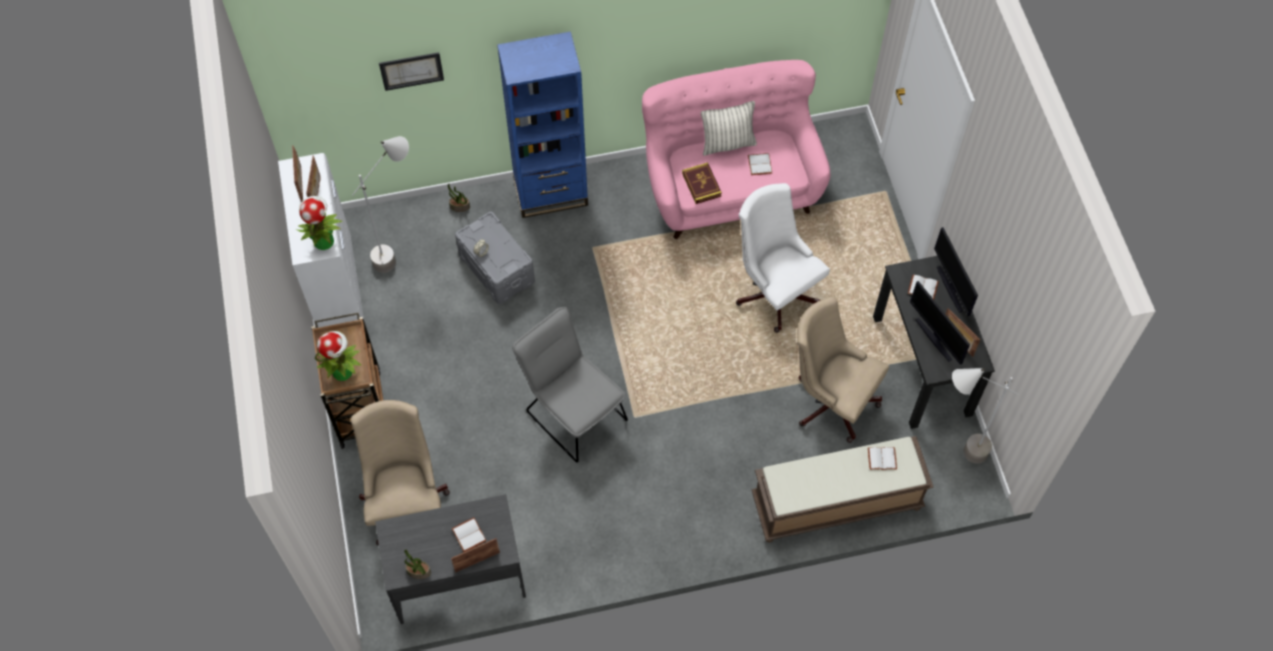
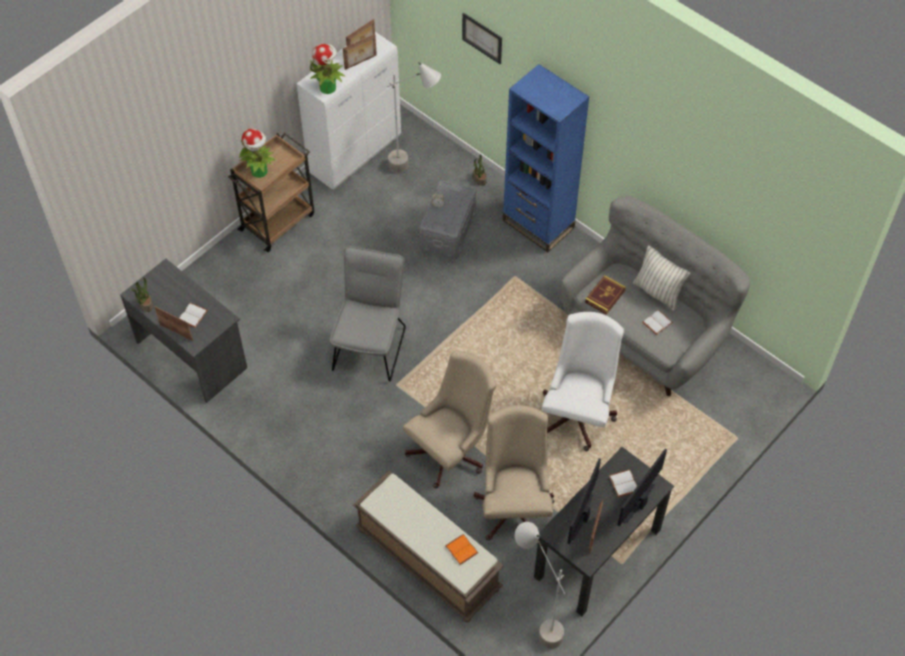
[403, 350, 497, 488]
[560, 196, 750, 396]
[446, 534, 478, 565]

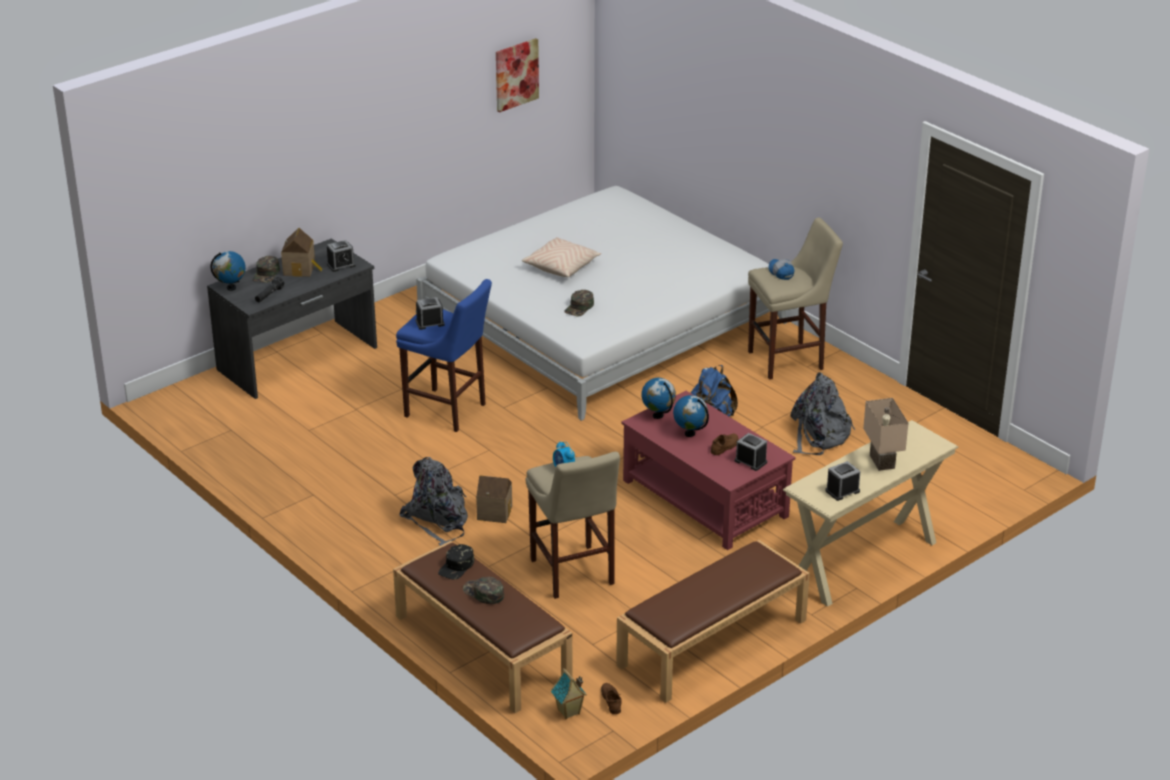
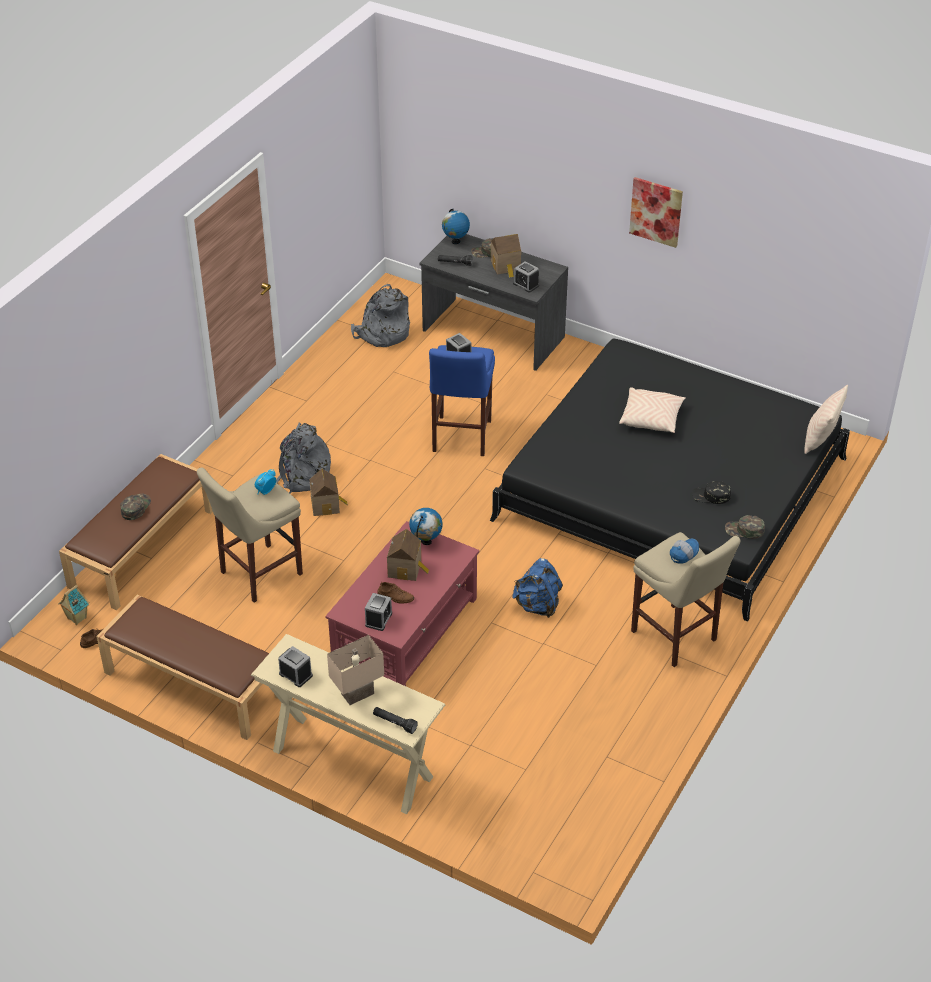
[490, 339, 850, 622]
[692, 481, 731, 504]
[629, 177, 683, 248]
[725, 515, 765, 539]
[387, 528, 429, 581]
[351, 284, 410, 347]
[373, 707, 418, 734]
[804, 385, 848, 454]

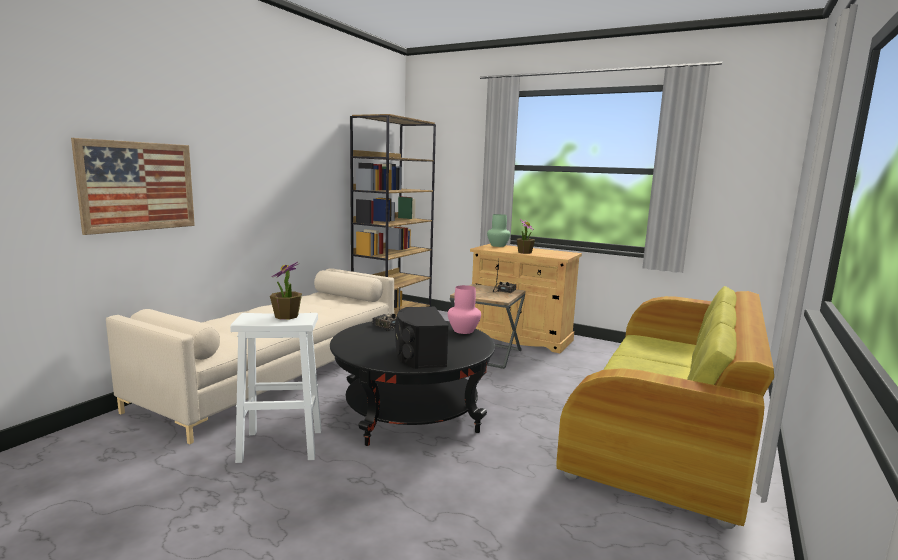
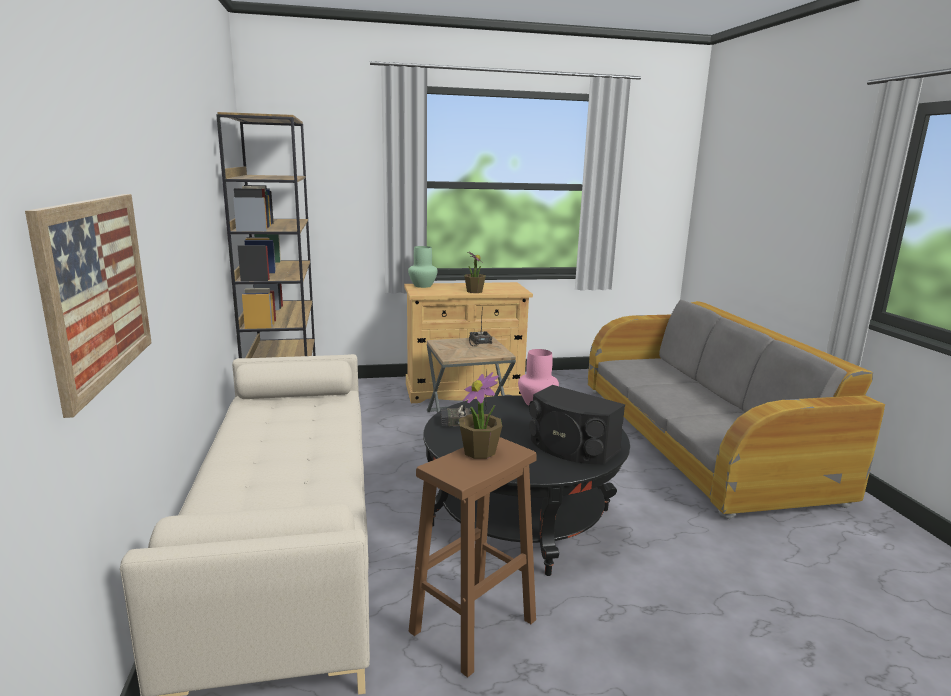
[409, 437, 537, 678]
[588, 300, 885, 519]

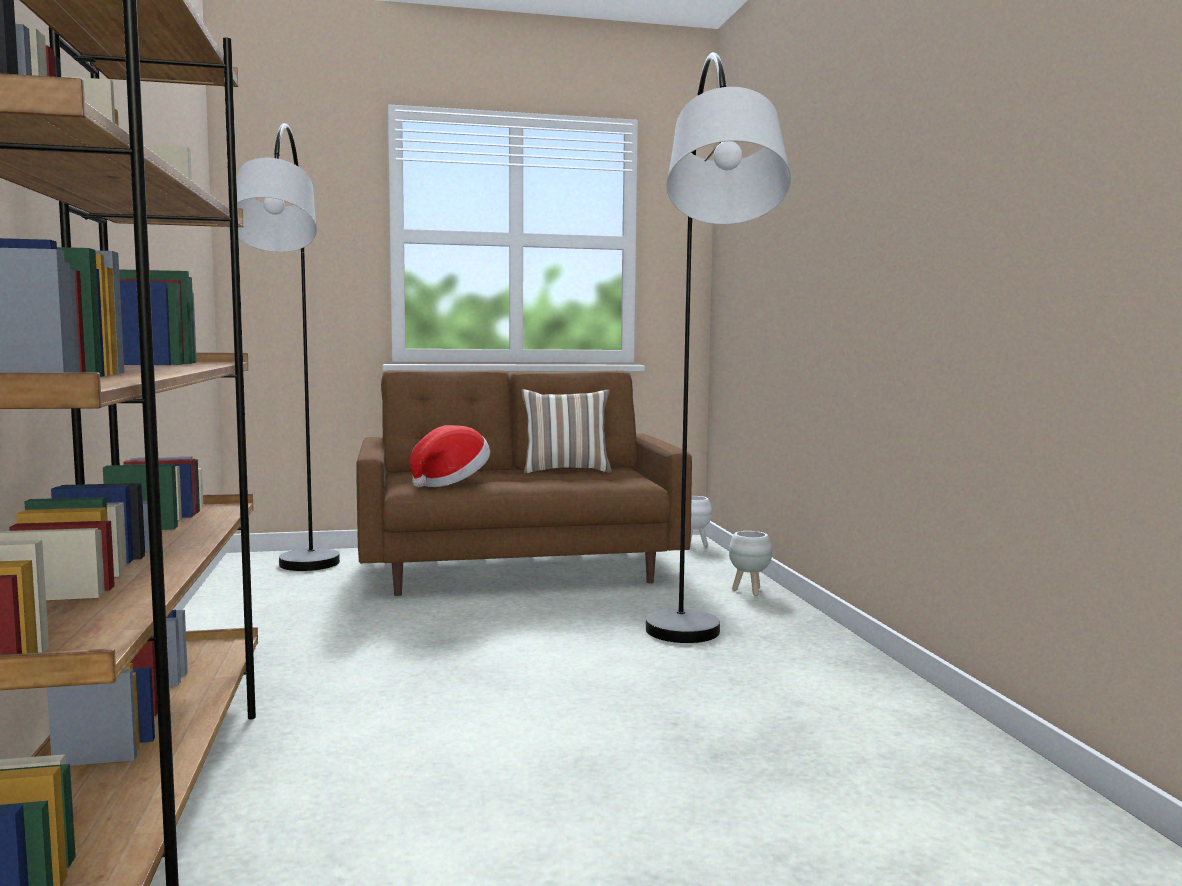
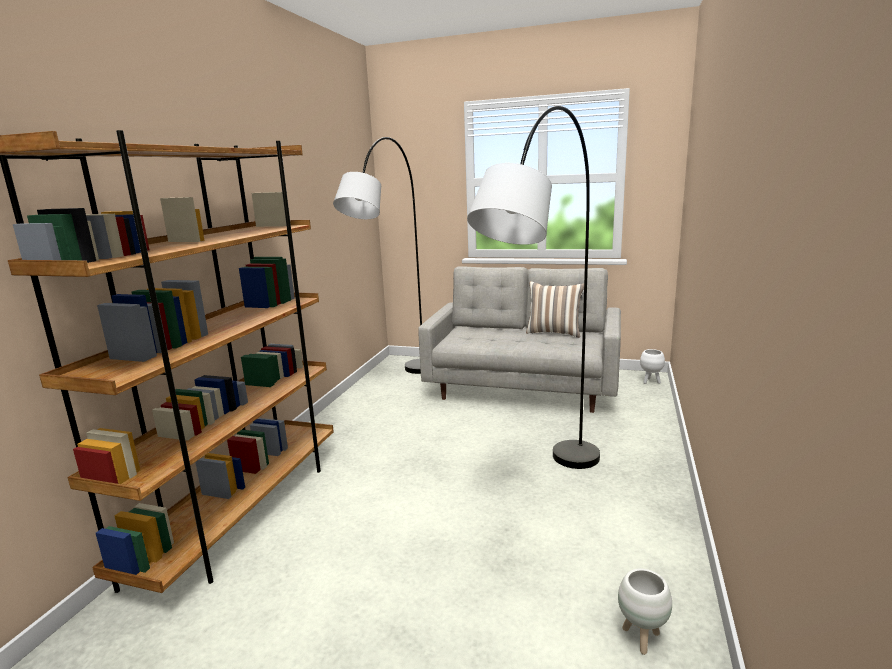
[418, 266, 621, 413]
[410, 425, 490, 487] (first image)
[618, 569, 672, 655]

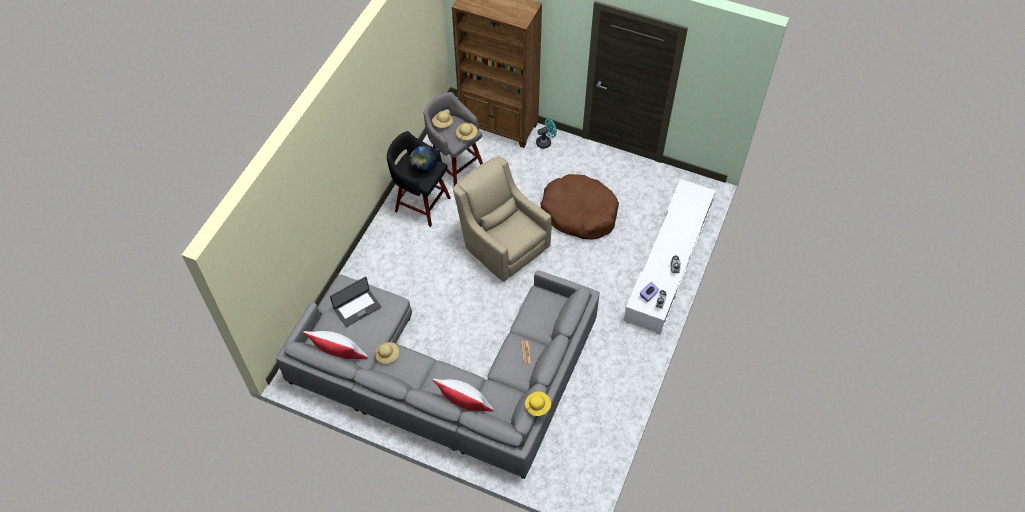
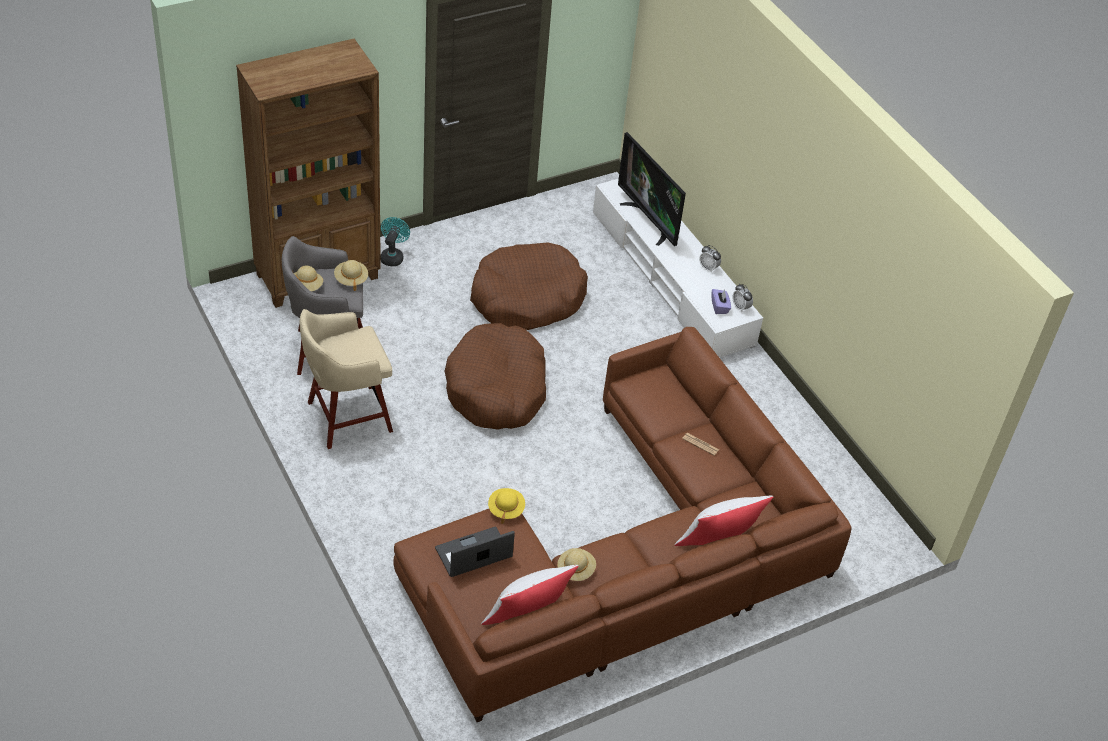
[393, 327, 852, 722]
[435, 527, 515, 577]
[300, 309, 393, 449]
[410, 145, 438, 173] (first image)
[444, 323, 546, 430]
[488, 488, 525, 524]
[618, 132, 686, 246]

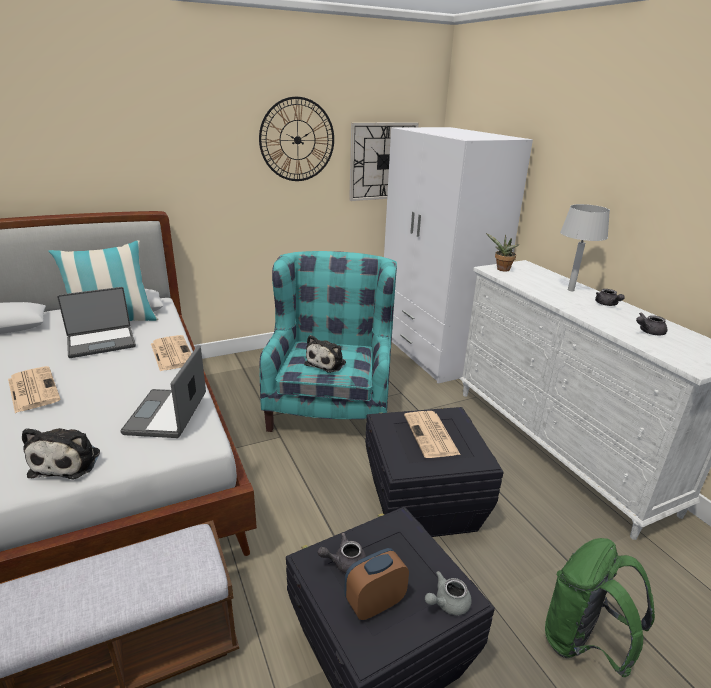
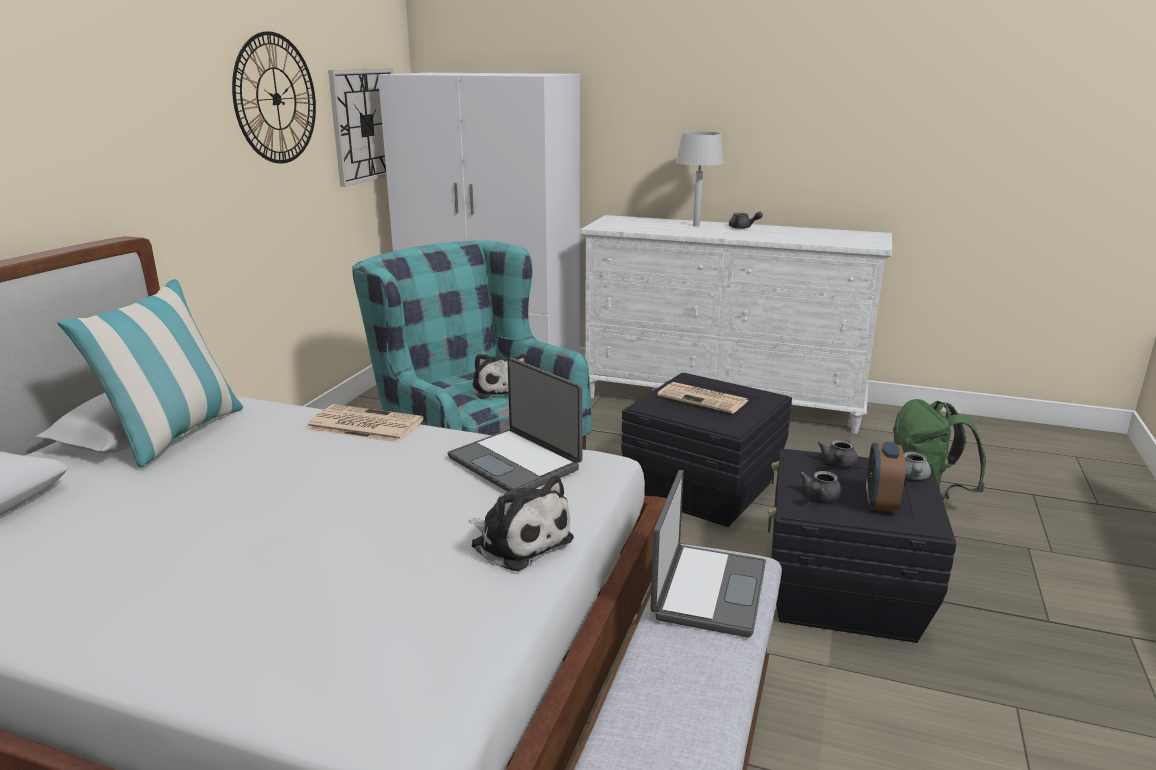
[8, 366, 61, 413] (first image)
[651, 470, 766, 638]
[486, 233, 520, 272] (first image)
[818, 440, 858, 467]

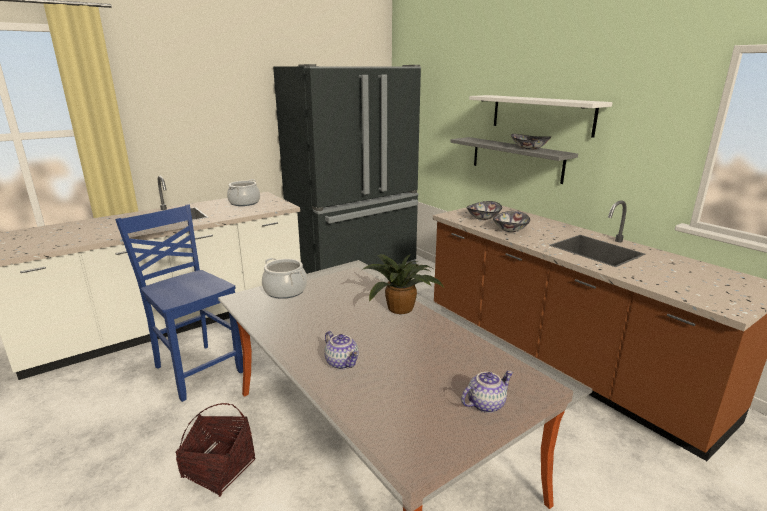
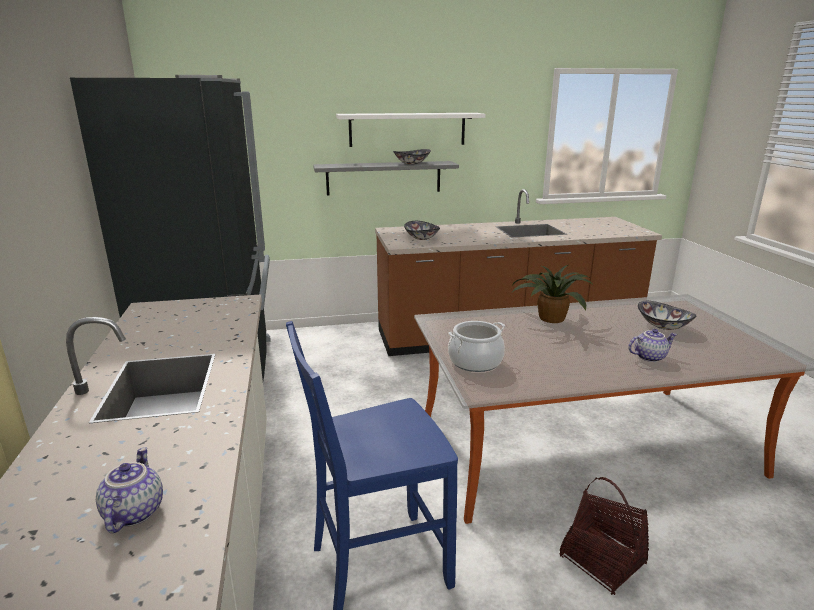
[227, 179, 260, 206] (first image)
[96, 447, 163, 533]
[638, 301, 696, 330]

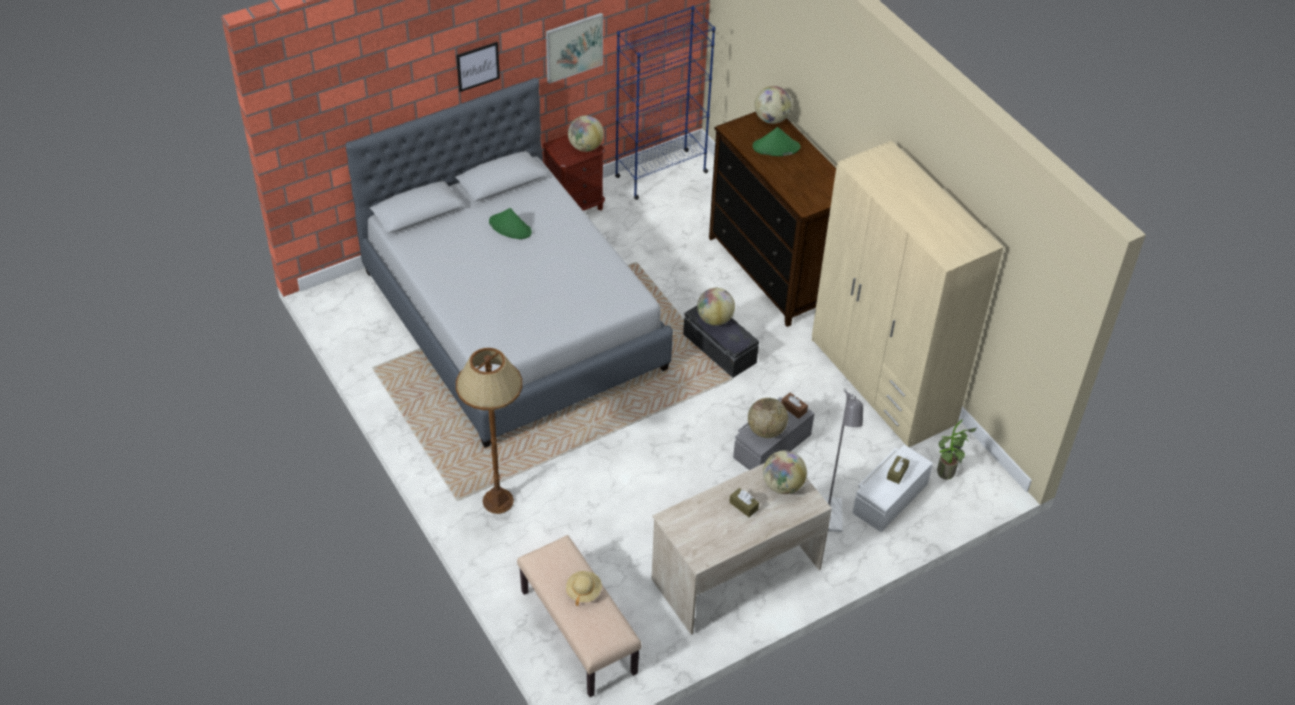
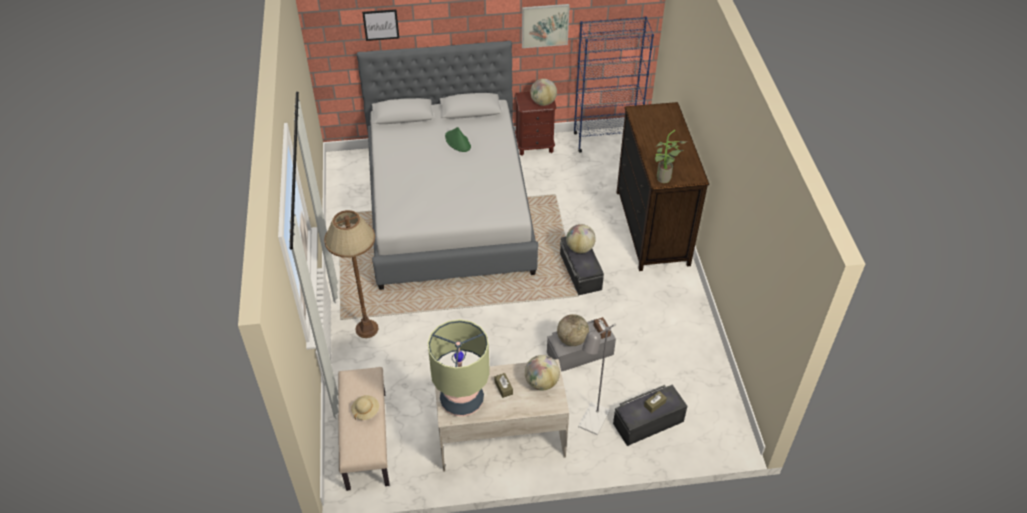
[362, 9, 399, 41]
[753, 127, 800, 156] (first image)
[754, 86, 792, 124] (first image)
[812, 141, 1003, 447] (first image)
[613, 385, 687, 446]
[655, 130, 687, 183]
[428, 319, 490, 416]

